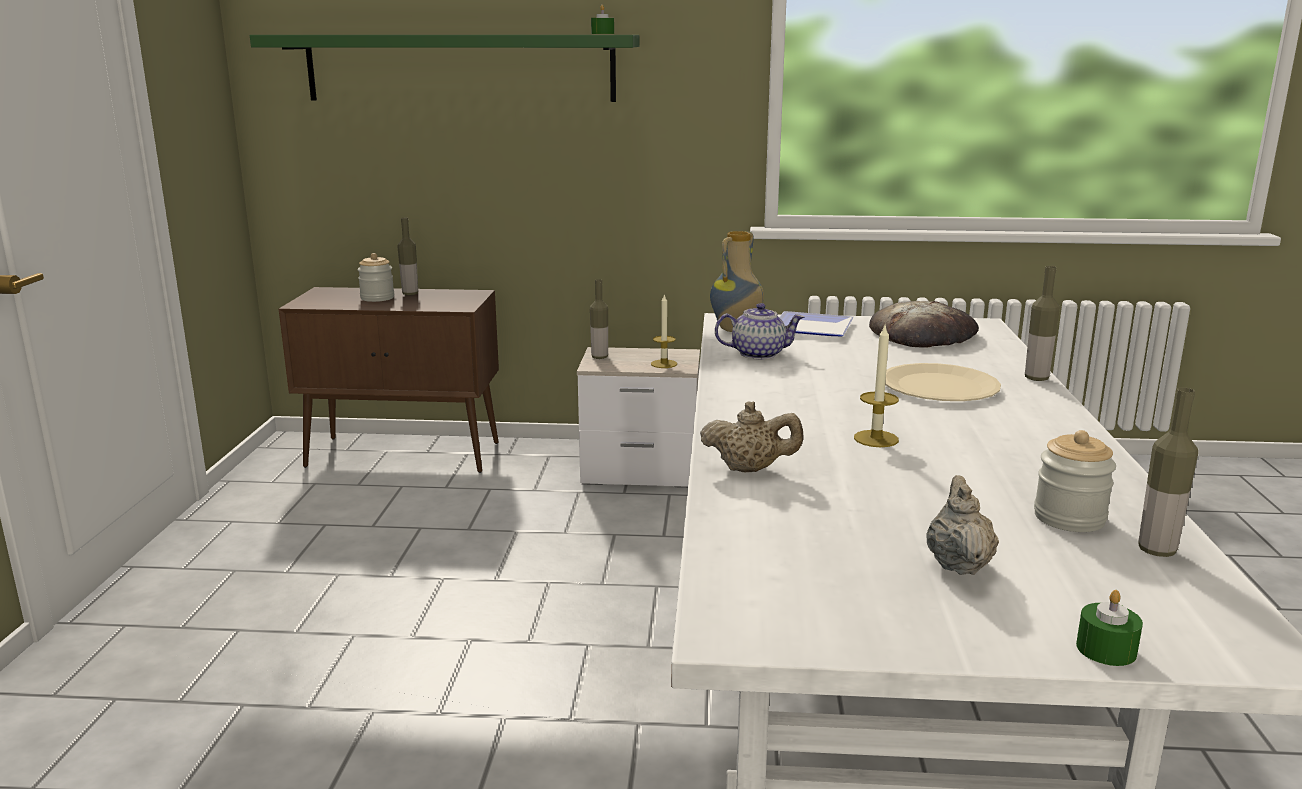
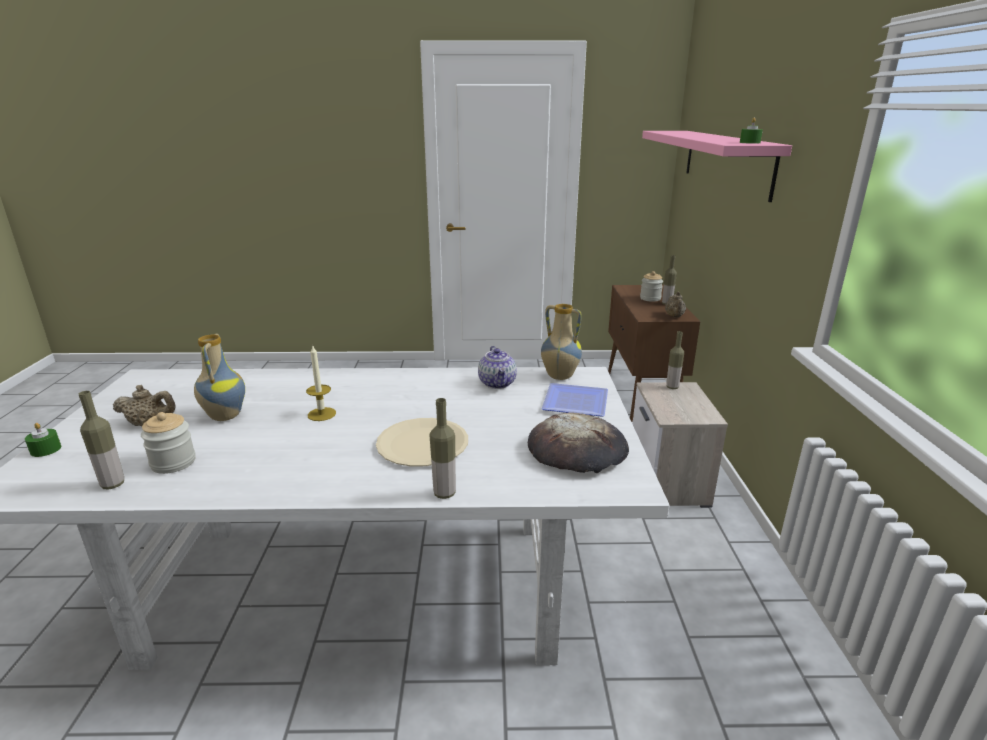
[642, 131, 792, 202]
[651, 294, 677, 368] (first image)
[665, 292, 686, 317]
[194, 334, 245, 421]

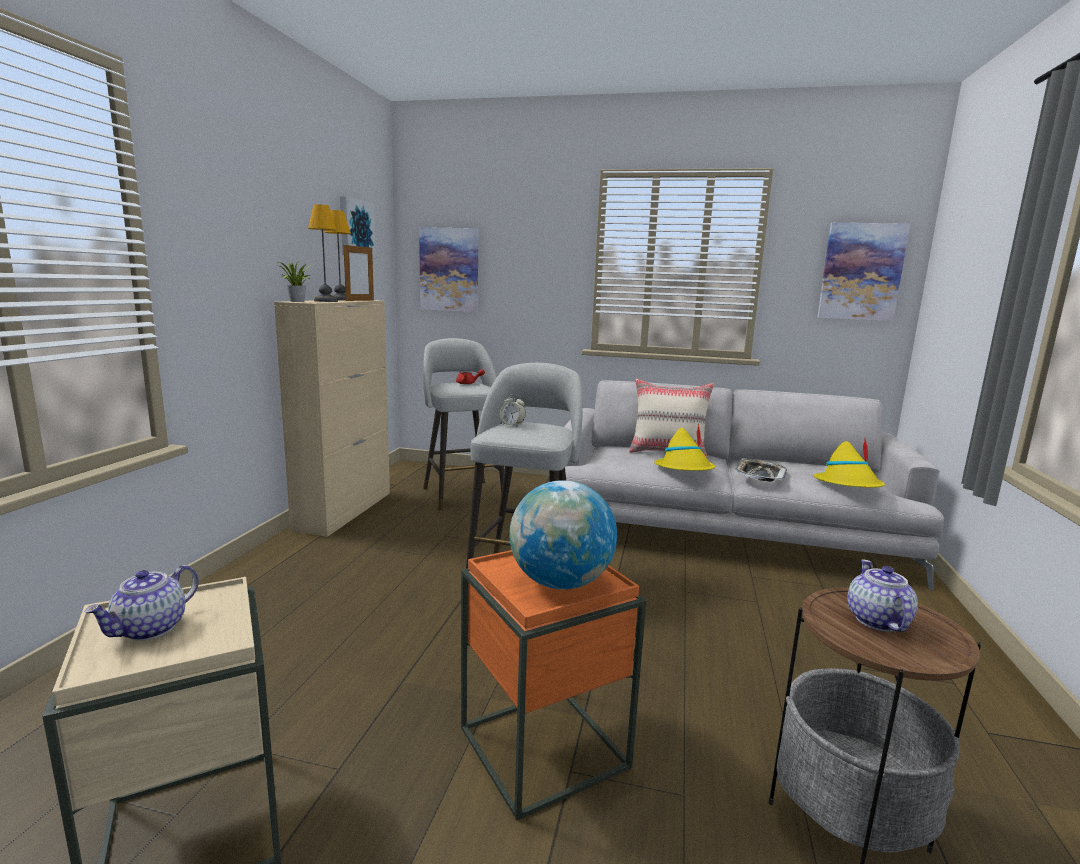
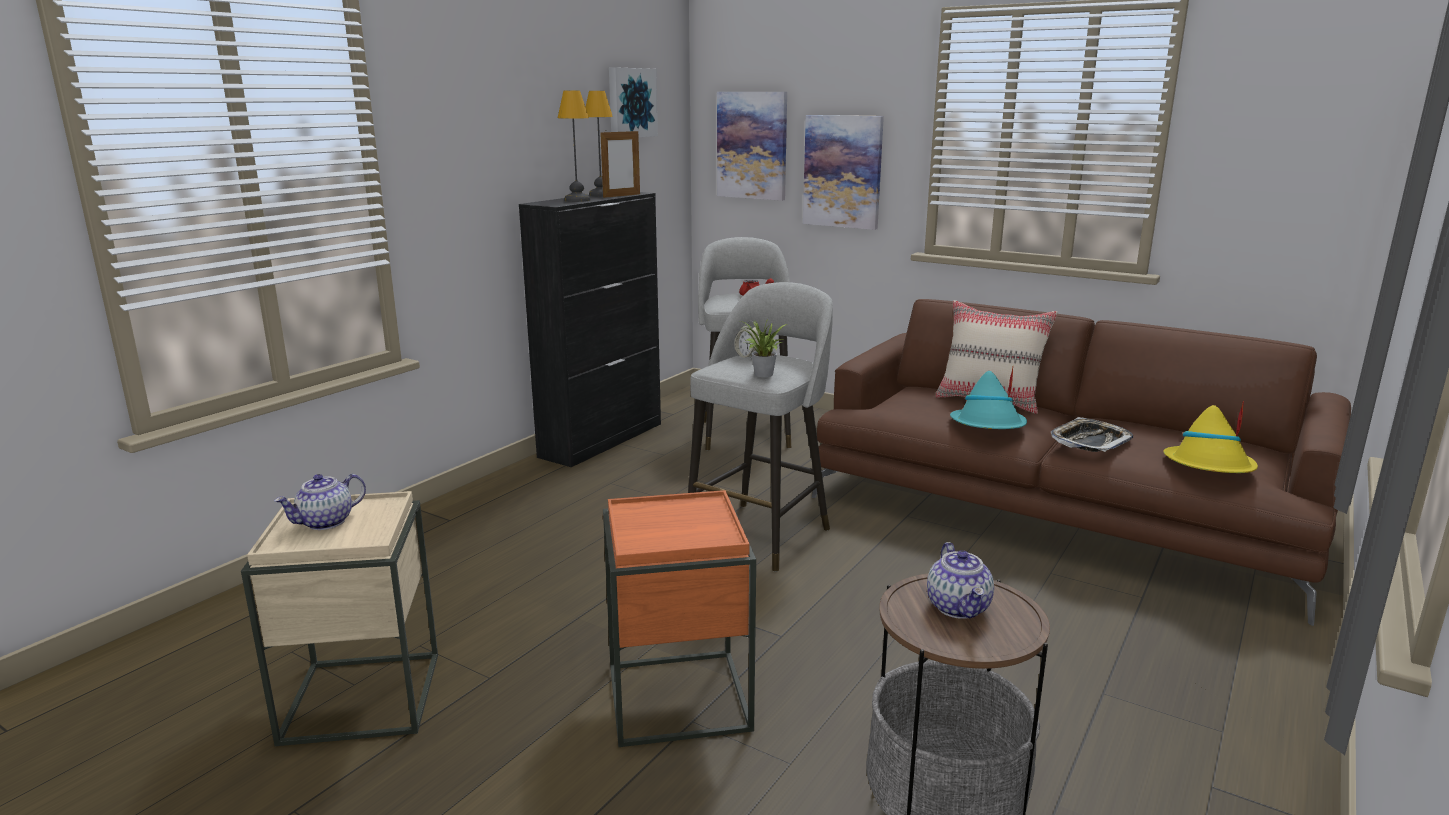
[519, 192, 661, 467]
[740, 319, 787, 377]
[509, 480, 617, 590] (first image)
[812, 299, 1351, 626]
[950, 367, 1027, 429]
[803, 115, 884, 230]
[927, 542, 994, 619]

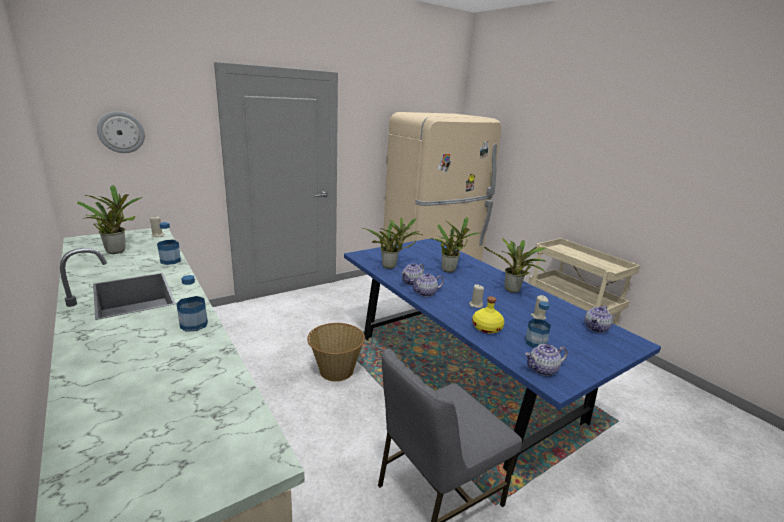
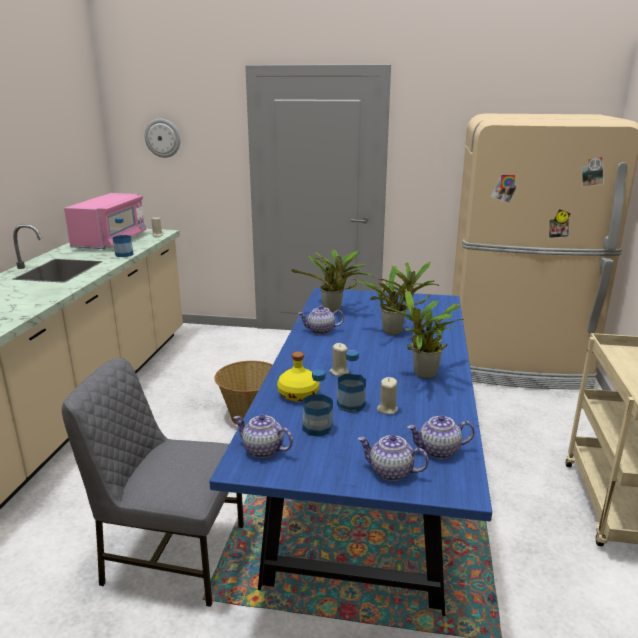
[64, 193, 147, 249]
[337, 350, 366, 413]
[358, 435, 429, 481]

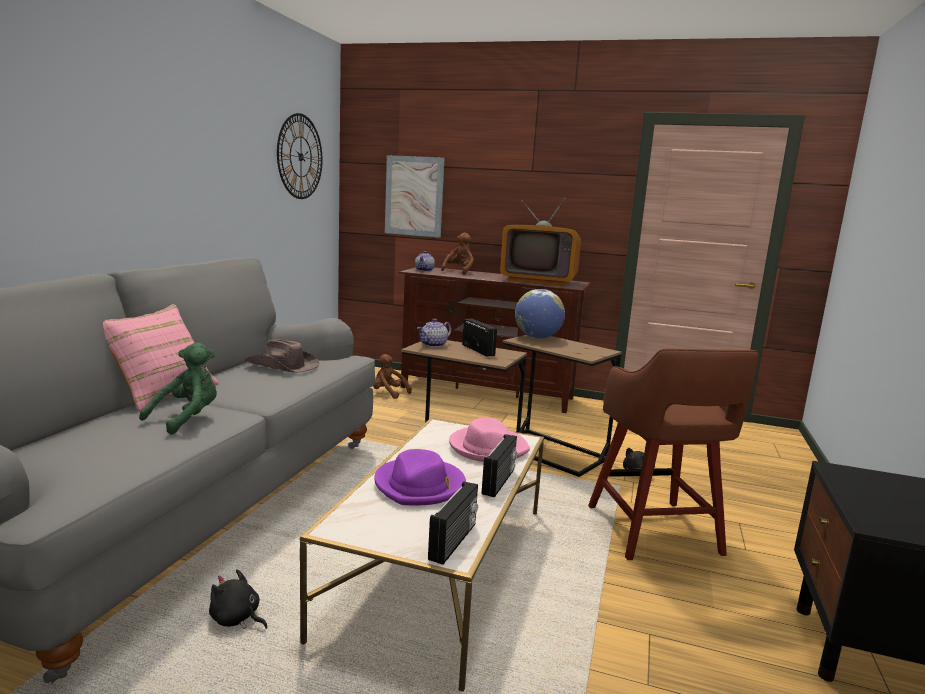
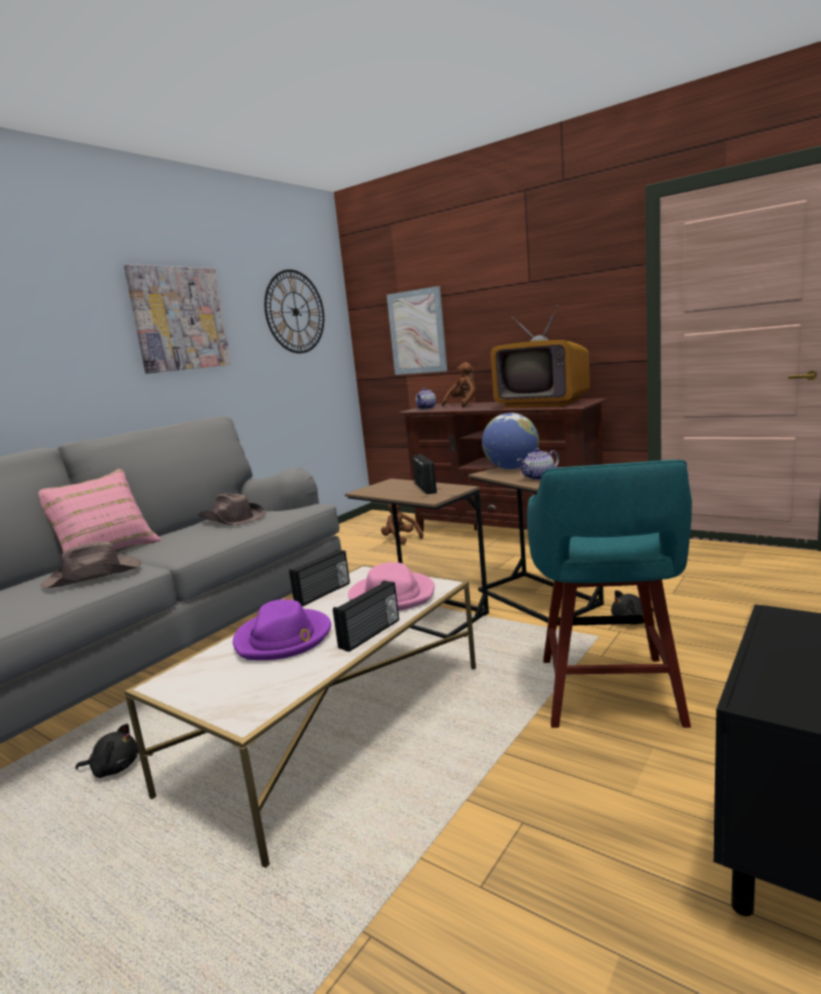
[40, 541, 141, 588]
[75, 724, 139, 778]
[517, 448, 559, 480]
[289, 550, 350, 607]
[527, 460, 692, 728]
[124, 264, 231, 374]

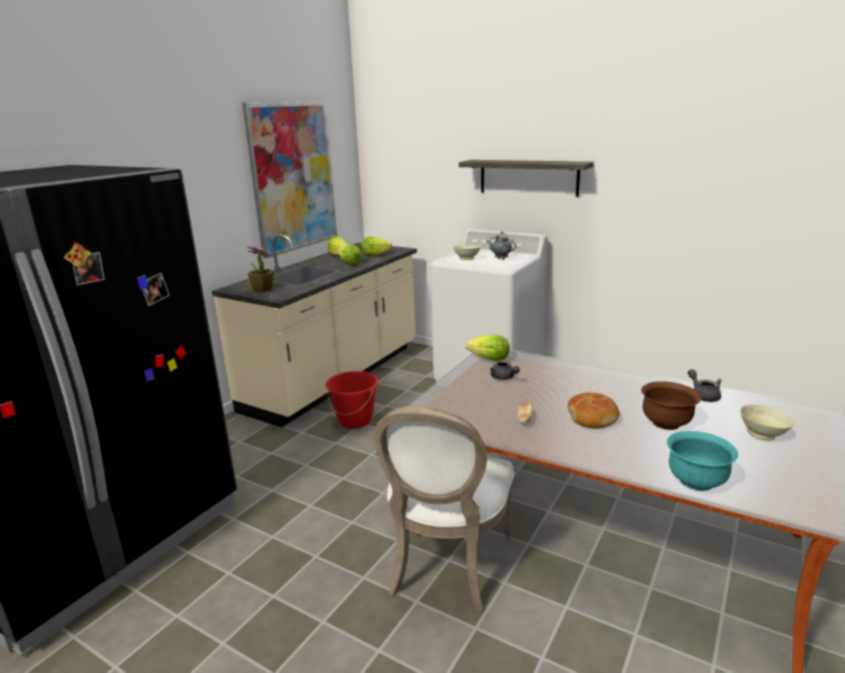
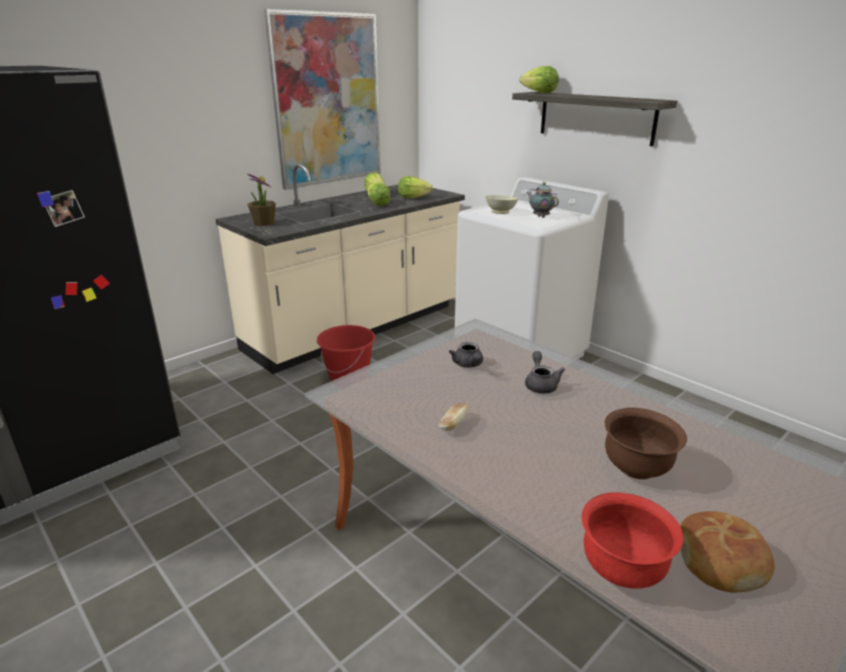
[374, 406, 515, 612] (first image)
[520, 66, 559, 93]
[680, 511, 775, 592]
[581, 492, 684, 589]
[525, 351, 565, 394]
[740, 405, 794, 441] (first image)

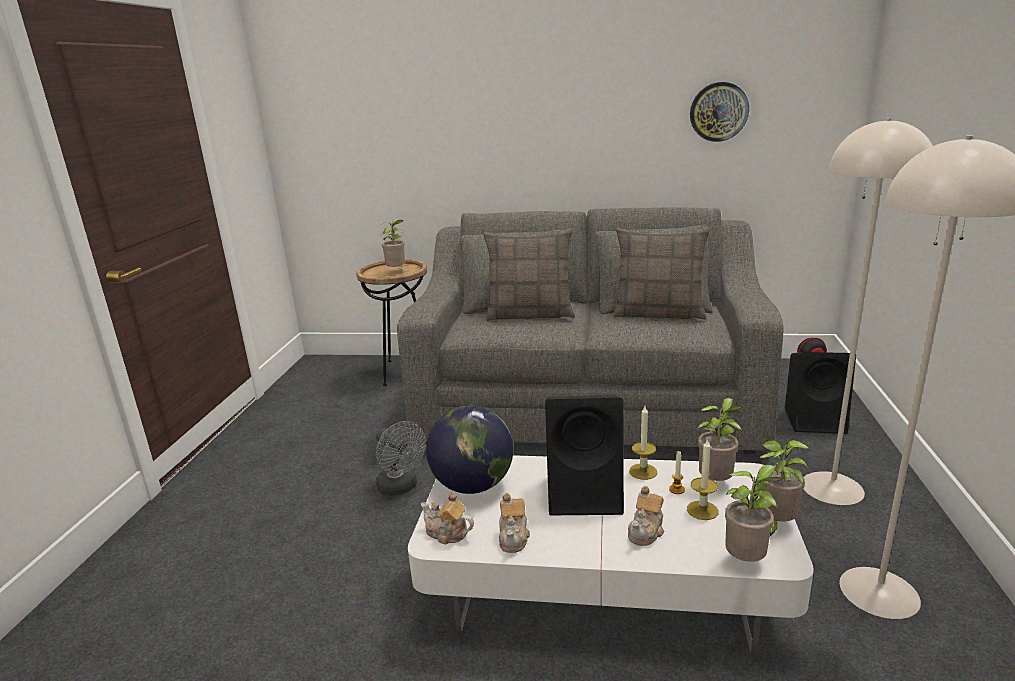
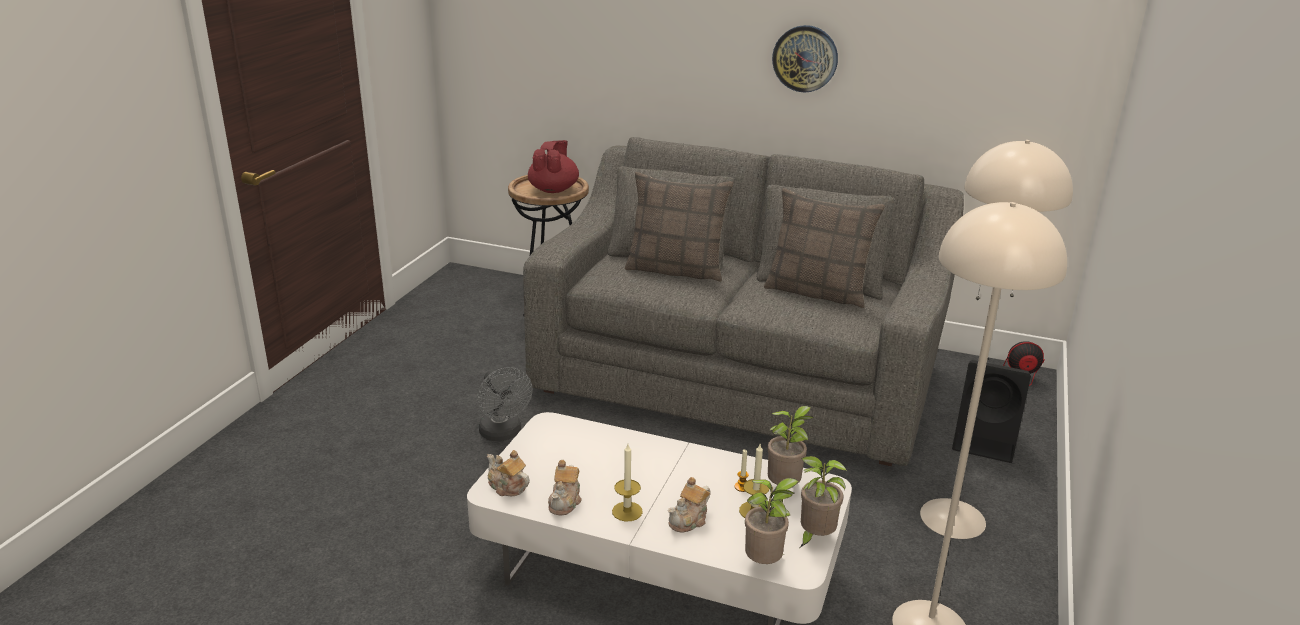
[528, 140, 579, 193]
[426, 406, 513, 494] (first image)
[545, 395, 624, 515] (first image)
[612, 444, 643, 521]
[772, 25, 838, 92]

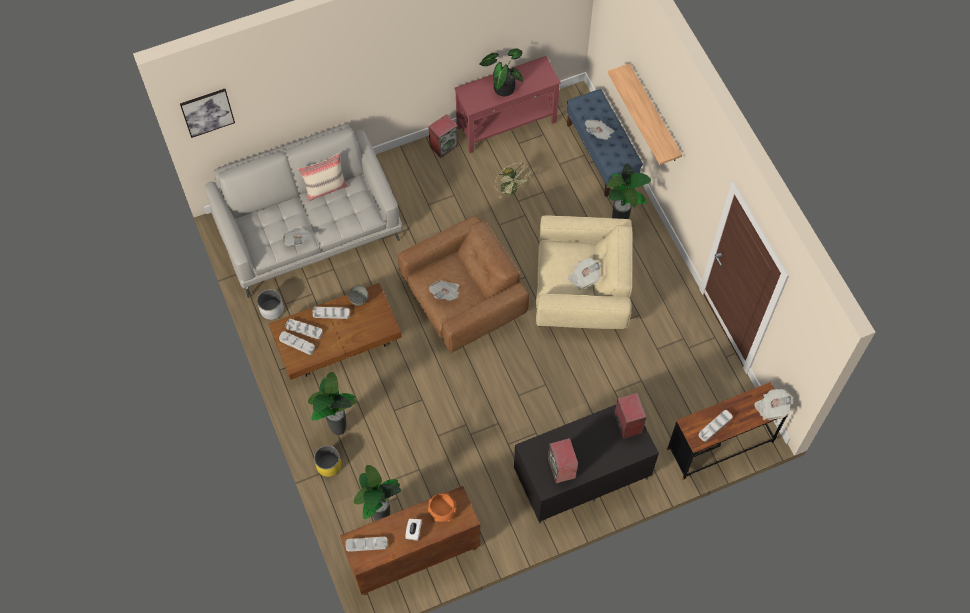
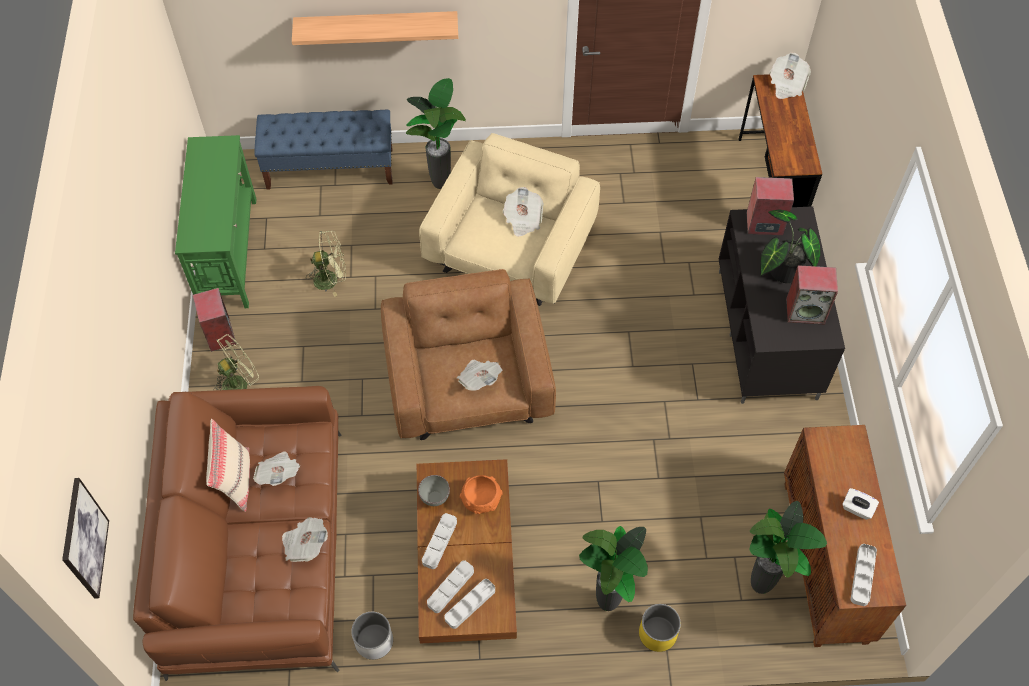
[133, 386, 341, 681]
[460, 475, 502, 514]
[175, 135, 256, 308]
[760, 209, 820, 283]
[253, 452, 300, 486]
[699, 410, 732, 442] (first image)
[213, 334, 259, 391]

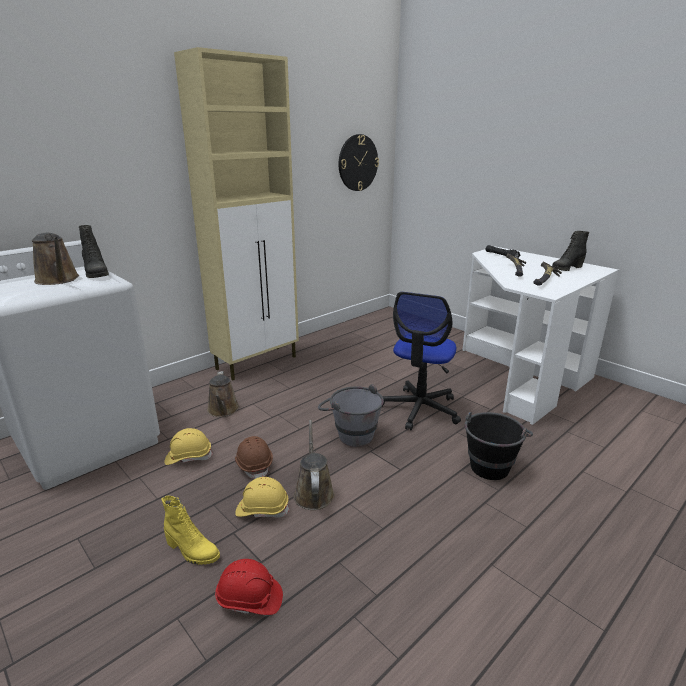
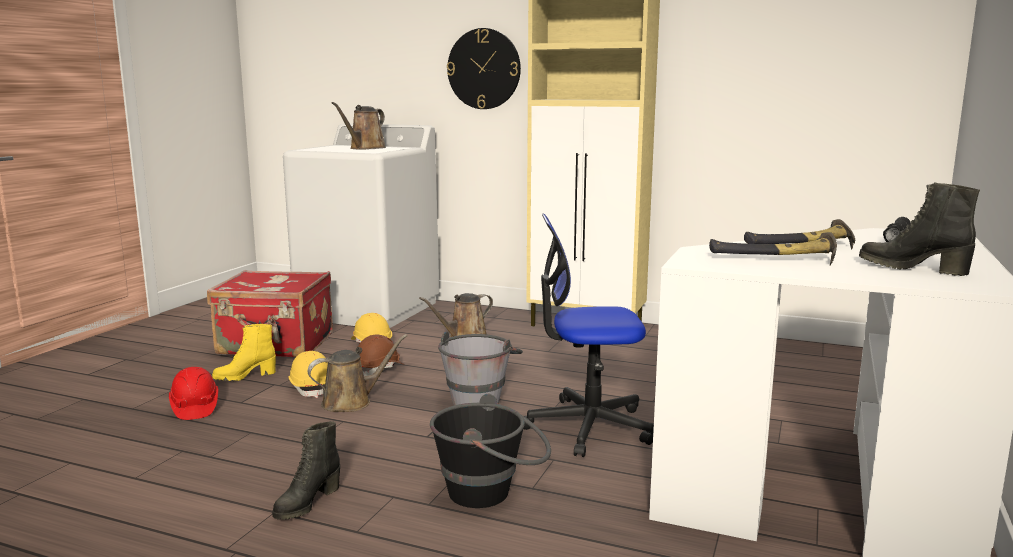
[272, 421, 340, 520]
[212, 324, 276, 381]
[447, 28, 521, 109]
[207, 270, 333, 357]

